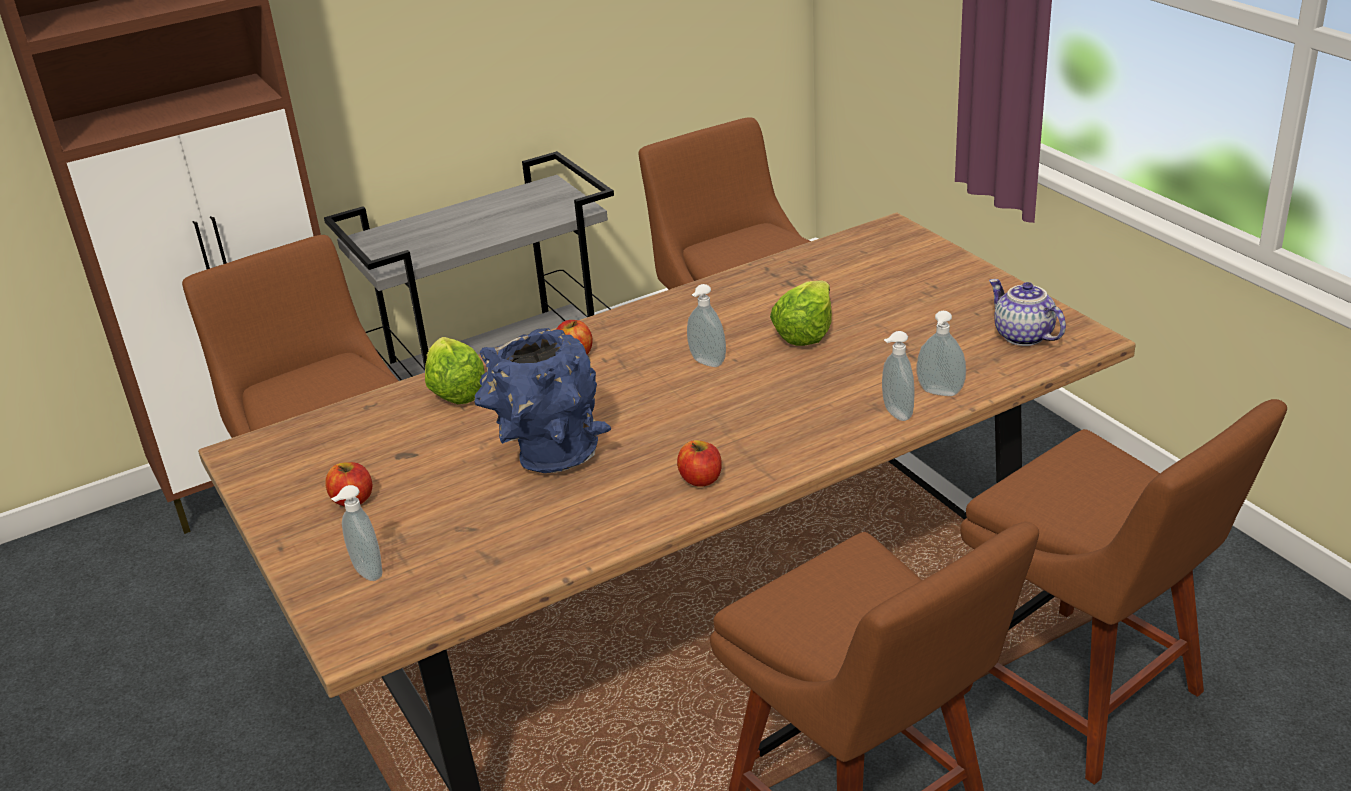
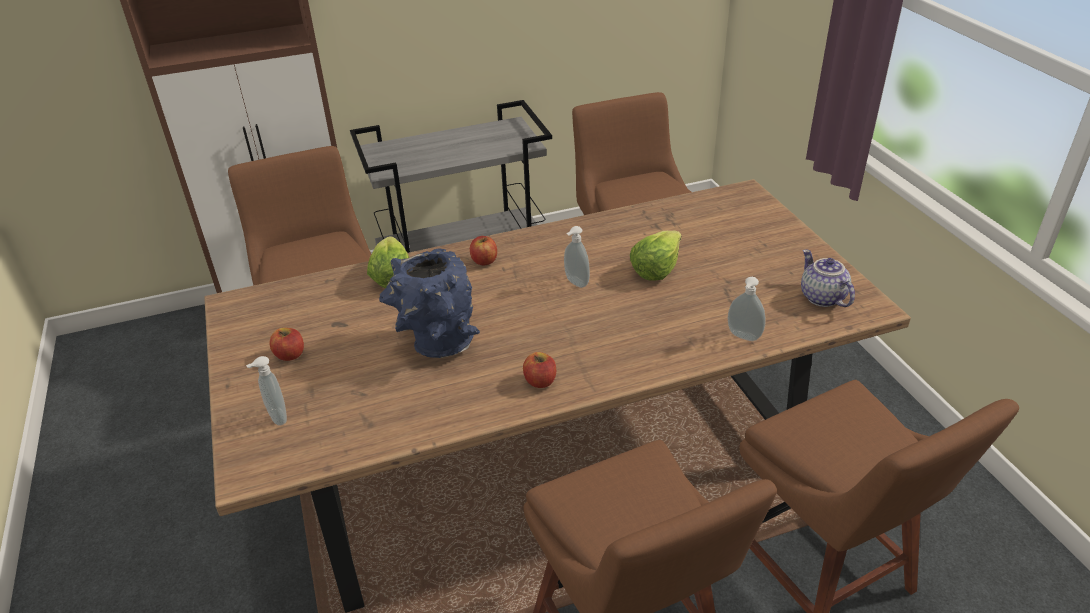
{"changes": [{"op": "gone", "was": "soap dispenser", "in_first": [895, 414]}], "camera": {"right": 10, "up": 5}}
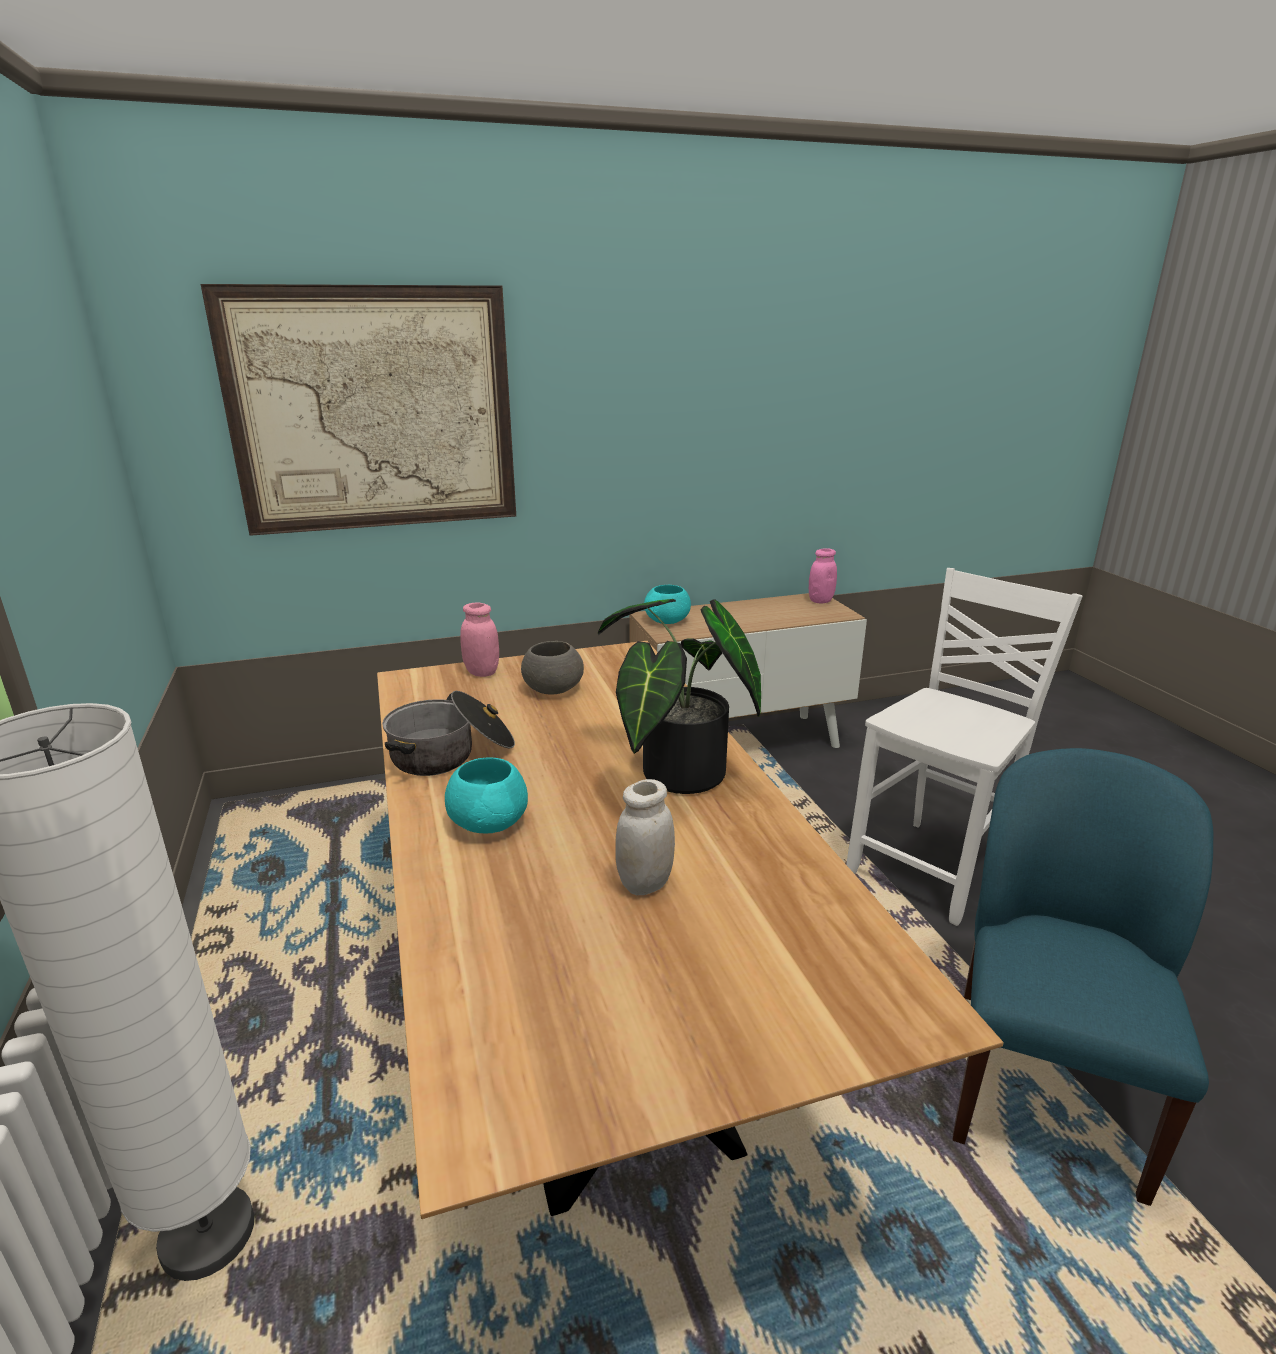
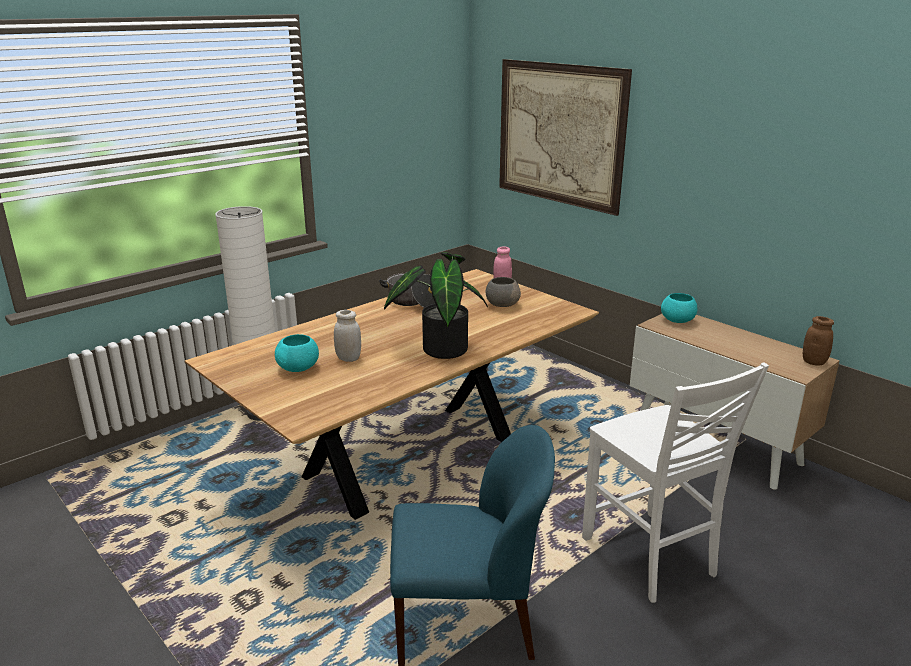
{"changes": [{"op": "shifted", "was": "turquoise bowl", "in_first": [489, 822], "in_second": [299, 368]}, {"op": "repainted", "was": "pink jar", "now": "brown jar", "in_first": [820, 600], "in_second": [814, 362]}, {"op": "rotated", "was": "white chair", "in_first": [933, 867], "in_second": [650, 557], "clockwise": 45}], "camera": {"right": 65, "up": 0}}
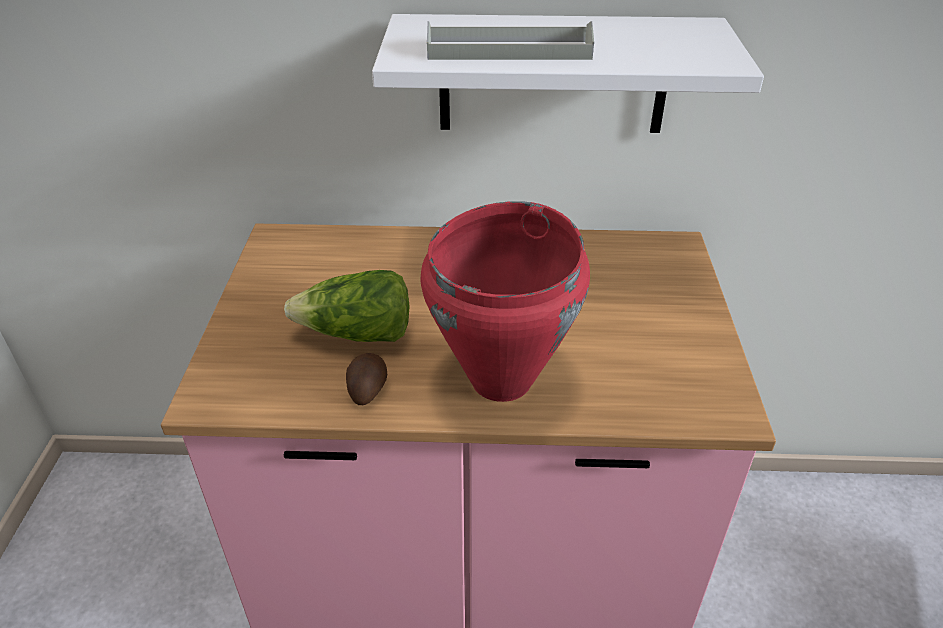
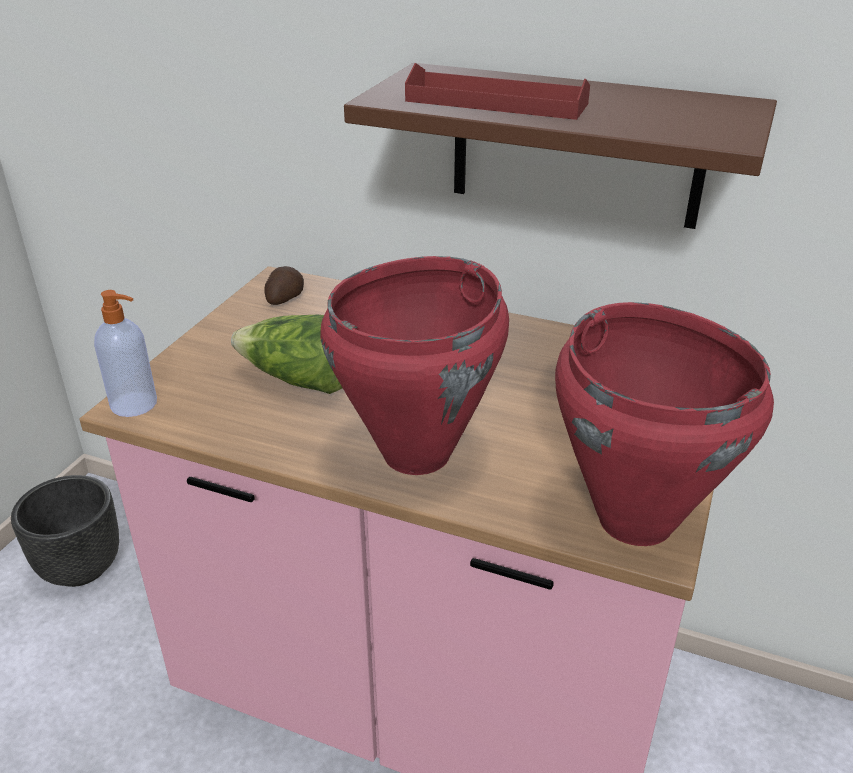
{"changes": [{"op": "new", "now": "black planter", "in_second": [81, 567]}, {"op": "new", "now": "soap dispenser", "in_second": [135, 404]}, {"op": "new", "now": "red cooking pot", "in_second": [635, 519]}, {"op": "shifted", "was": "potato", "in_first": [367, 389], "in_second": [284, 298]}, {"op": "repainted", "was": "white shelf", "now": "brown shelf", "in_first": [553, 75], "in_second": [576, 146]}, {"op": "repainted", "was": "grey tray", "now": "red tray", "in_first": [508, 50], "in_second": [496, 102]}], "camera": {"right": 20, "up": -5}}
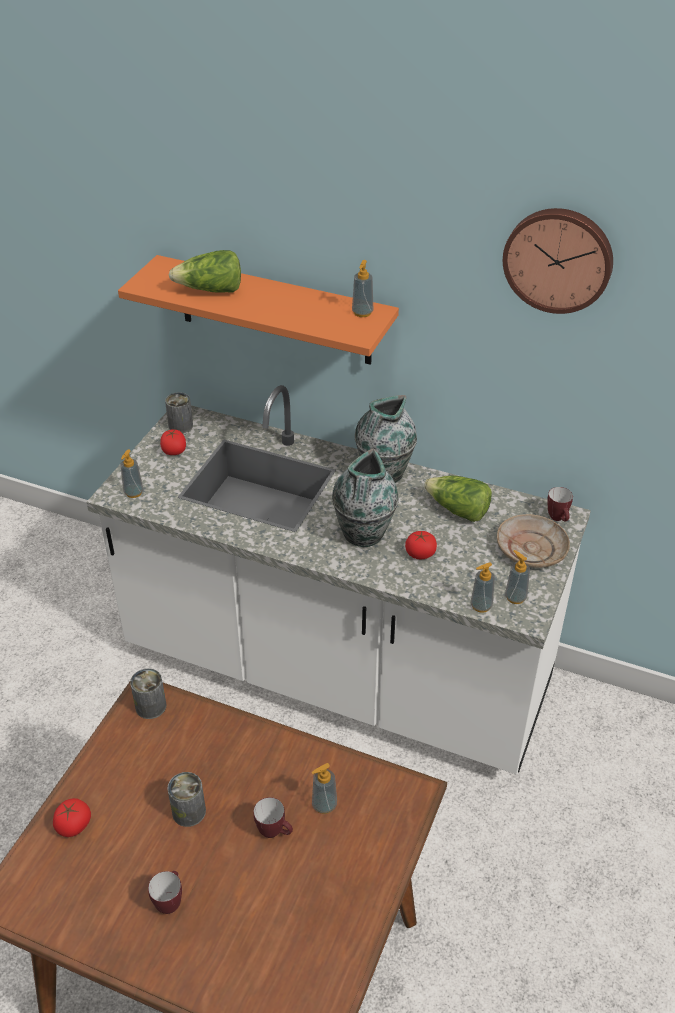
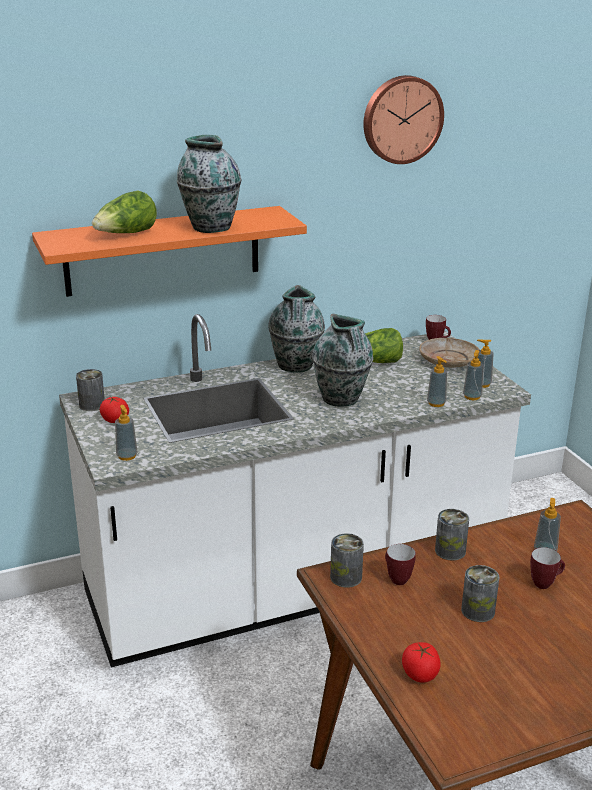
{"changes": [{"op": "gone", "was": "tomato", "in_first": [420, 554]}, {"op": "new", "now": "vase", "in_second": [210, 227]}, {"op": "new", "now": "can", "in_second": [450, 551]}, {"op": "shifted", "was": "mug", "in_first": [170, 901], "in_second": [396, 578]}, {"op": "shifted", "was": "soap dispenser", "in_first": [362, 312], "in_second": [436, 403]}], "camera": {"right": -45, "up": -15}}
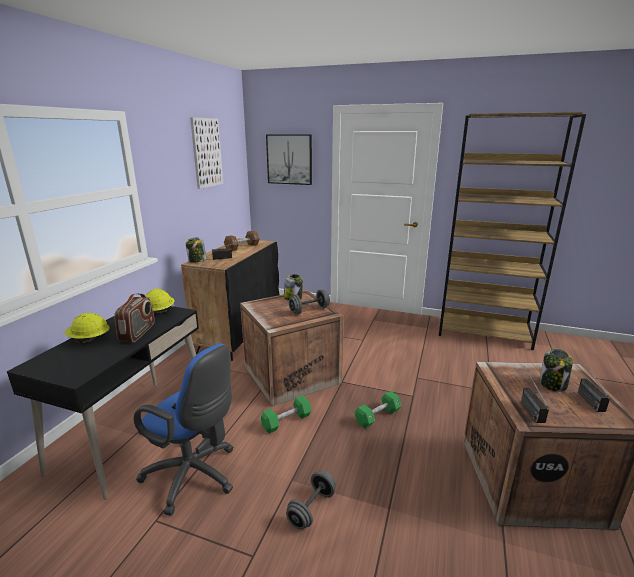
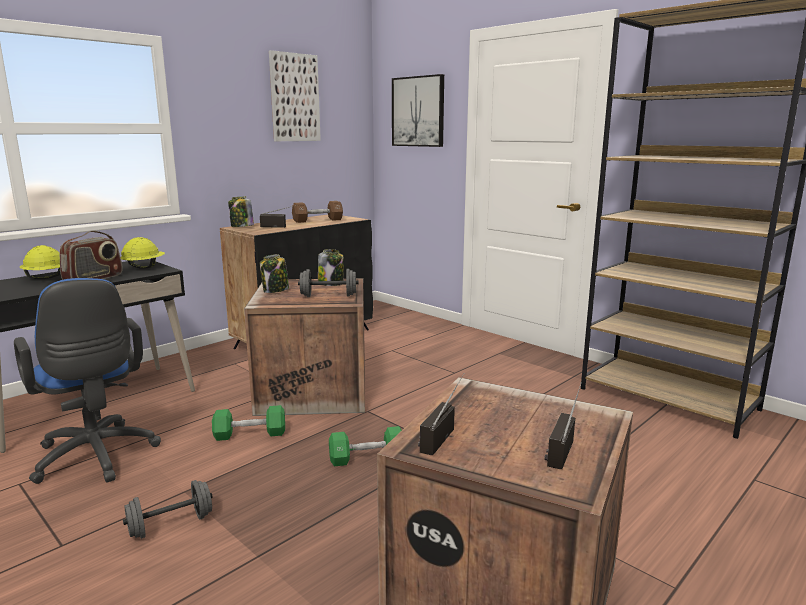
{"changes": [{"op": "shifted", "was": "jar", "in_first": [553, 384], "in_second": [275, 290]}], "camera": {"right": 25, "up": -5}}
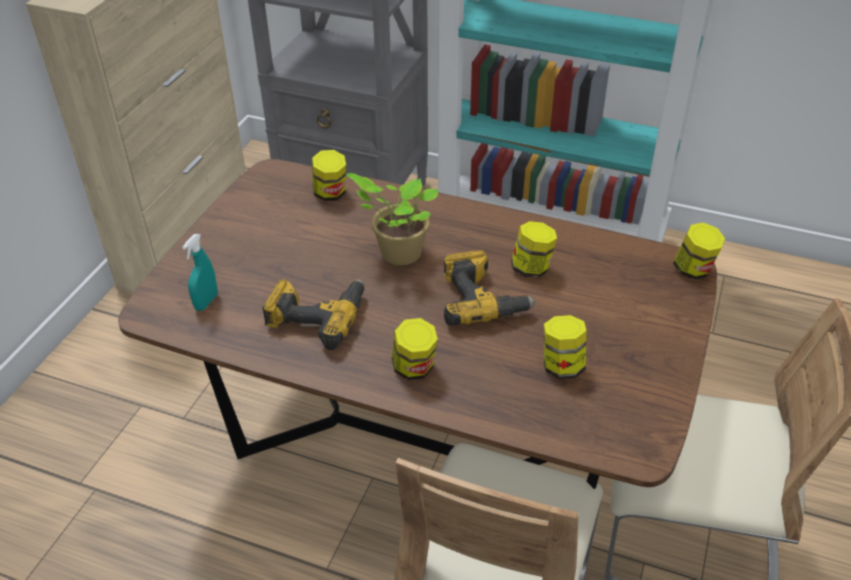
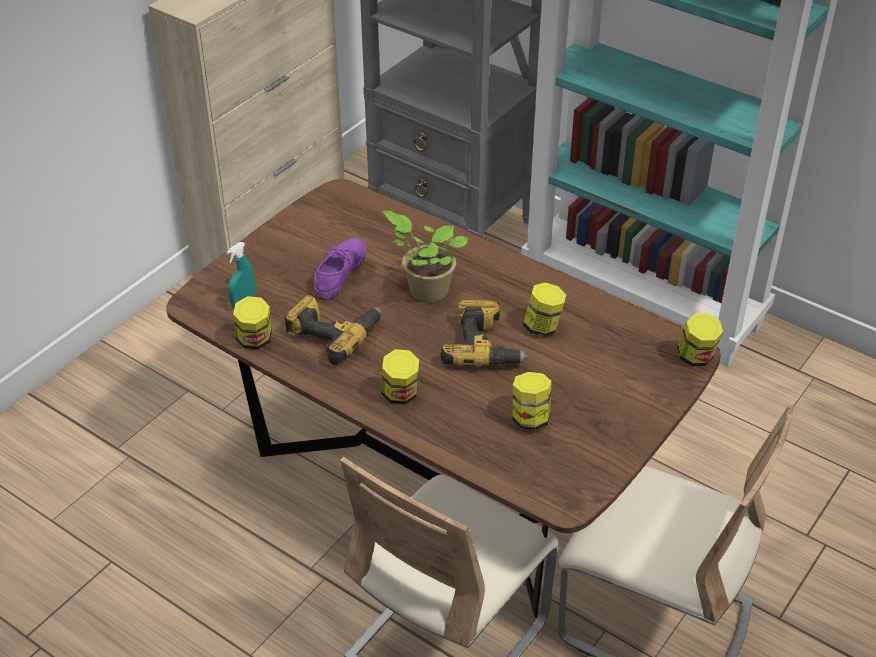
{"changes": [{"op": "new", "now": "purple shoe", "in_second": [339, 271]}, {"op": "shifted", "was": "jar", "in_first": [330, 194], "in_second": [254, 340]}], "camera": {"right": 15, "up": 0}}
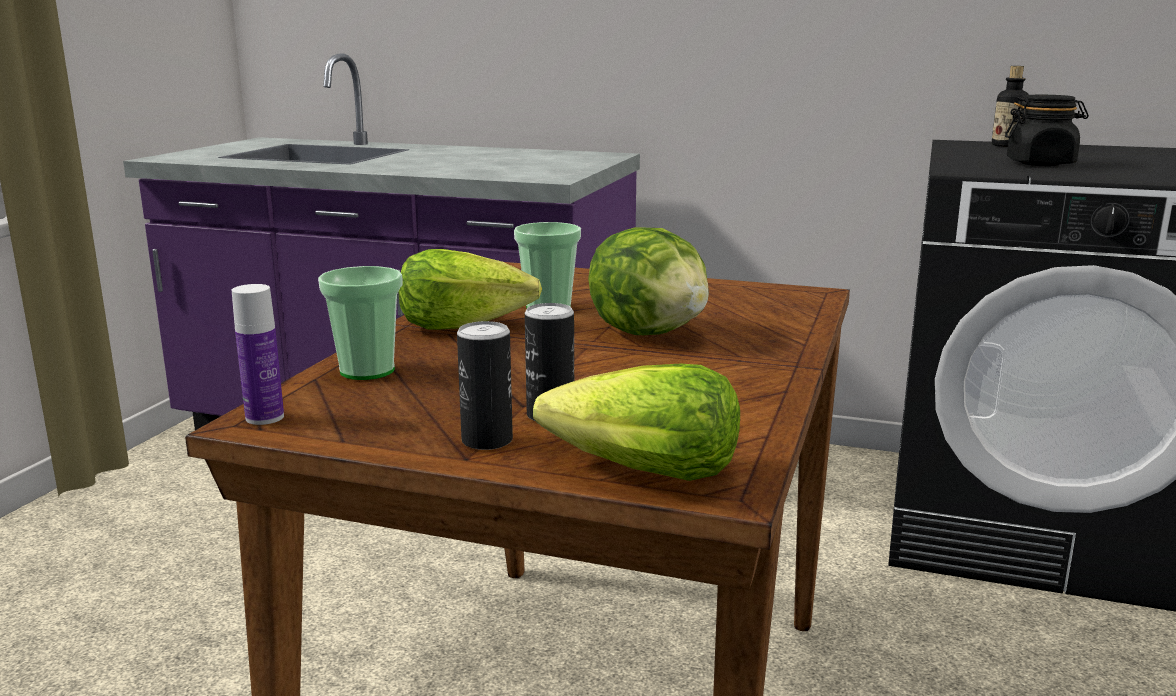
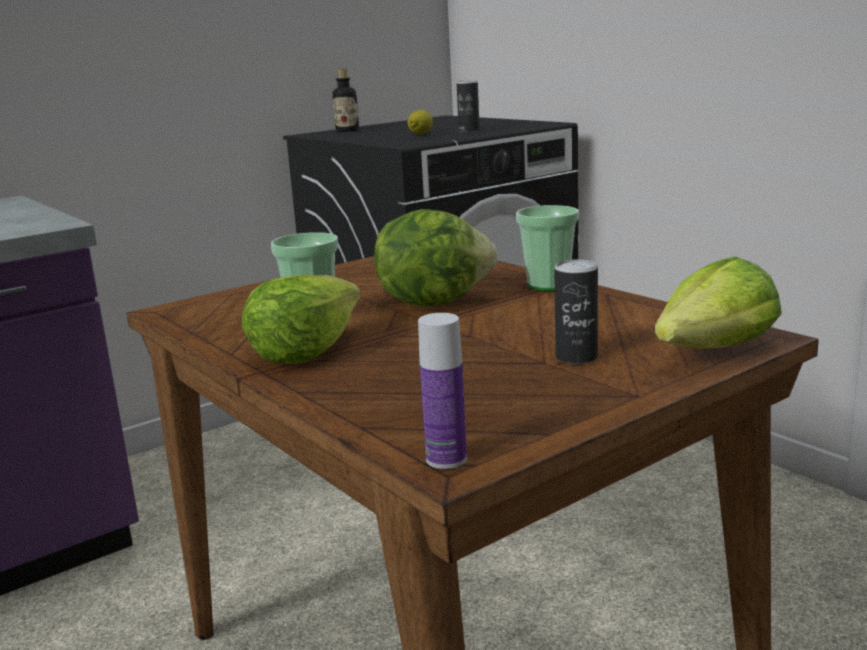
{"changes": [{"op": "shifted", "was": "cup", "in_first": [367, 370], "in_second": [548, 285]}, {"op": "shifted", "was": "can", "in_first": [487, 440], "in_second": [469, 131]}, {"op": "swapped", "was": "black jar", "now": "lemon", "in_first": [1040, 163], "in_second": [420, 134]}], "camera": {"right": -55, "up": 0}}
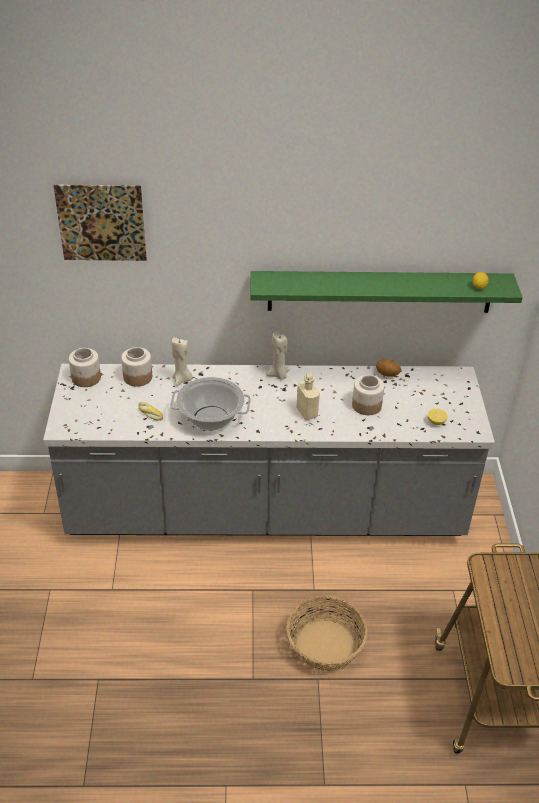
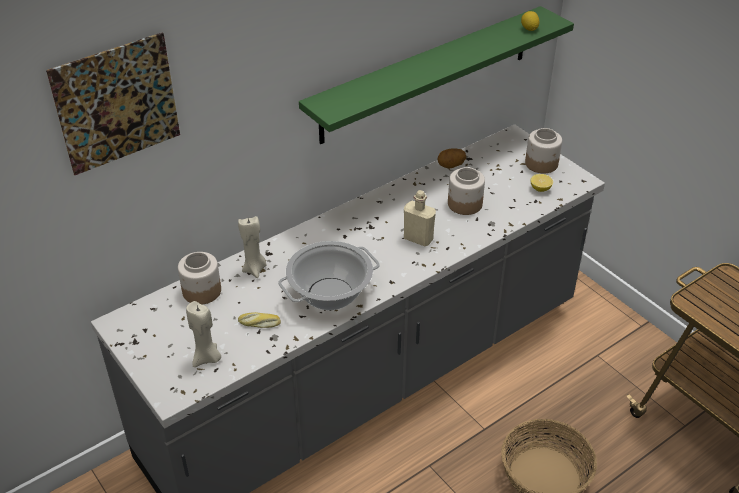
{"changes": [{"op": "shifted", "was": "jar", "in_first": [86, 378], "in_second": [542, 164]}, {"op": "shifted", "was": "beige candle", "in_first": [278, 375], "in_second": [207, 358]}], "camera": {"right": -35, "up": 0}}
